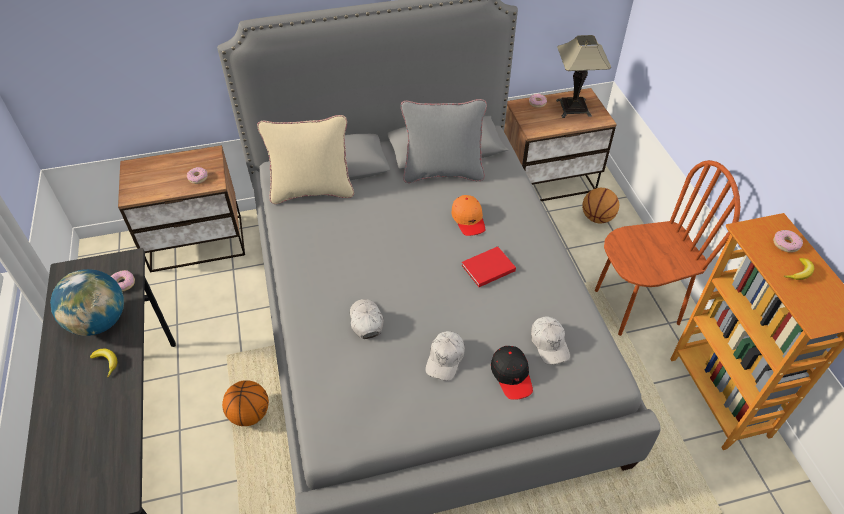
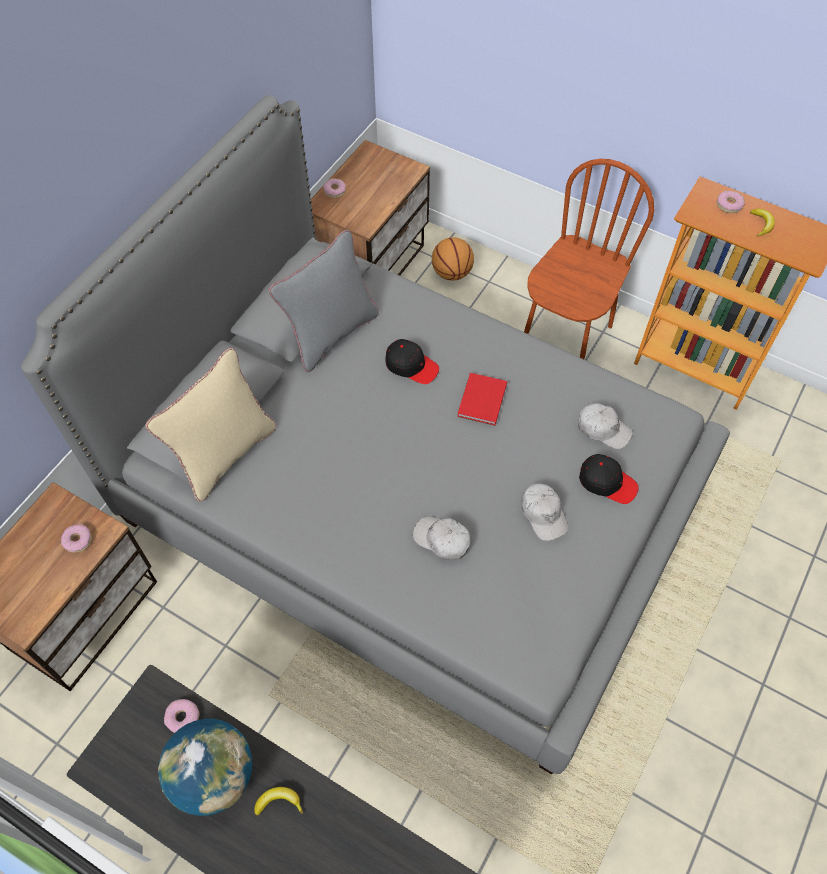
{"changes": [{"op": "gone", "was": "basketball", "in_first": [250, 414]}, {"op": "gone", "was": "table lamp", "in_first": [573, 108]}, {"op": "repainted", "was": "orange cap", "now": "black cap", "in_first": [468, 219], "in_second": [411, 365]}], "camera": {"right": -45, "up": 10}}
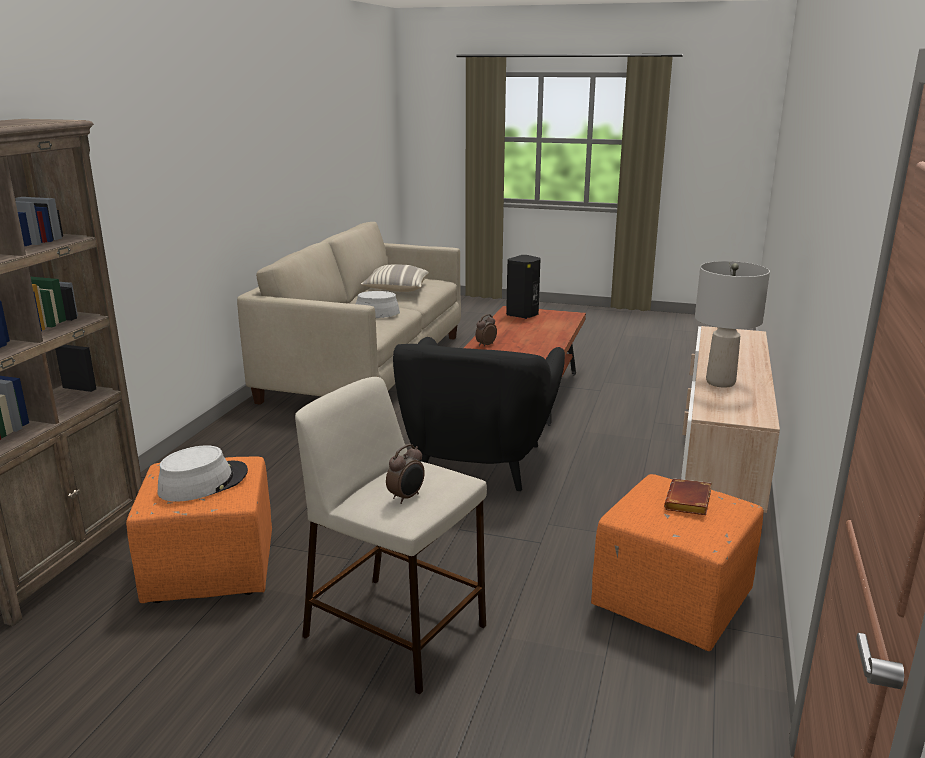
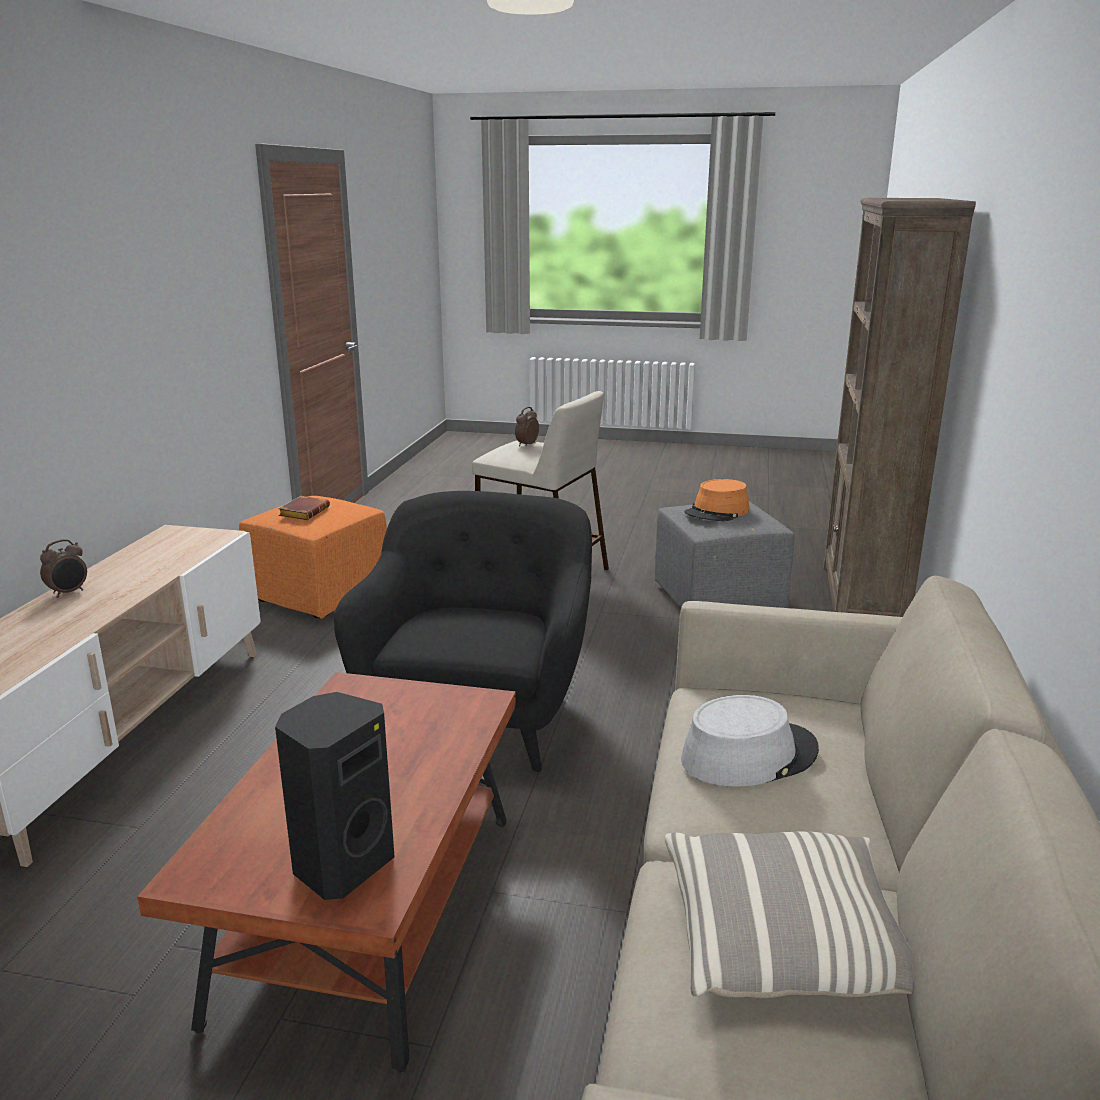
{"changes": [{"op": "gone", "was": "grey table lamp", "in_first": [721, 382]}, {"op": "shifted", "was": "alarm clock", "in_first": [485, 345], "in_second": [69, 593]}, {"op": "repainted", "was": "orange ottoman", "now": "grey ottoman", "in_first": [210, 569], "in_second": [719, 600]}, {"op": "repainted", "was": "grey hat", "now": "orange hat", "in_first": [203, 482], "in_second": [717, 512]}], "camera": {"right": 175, "up": 0}}
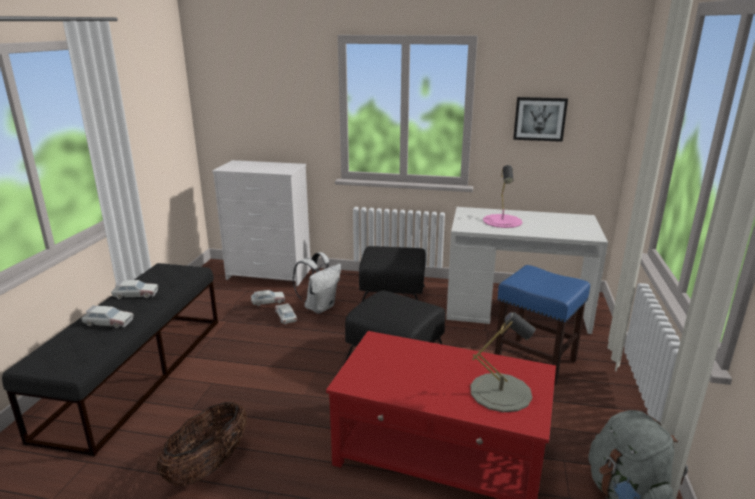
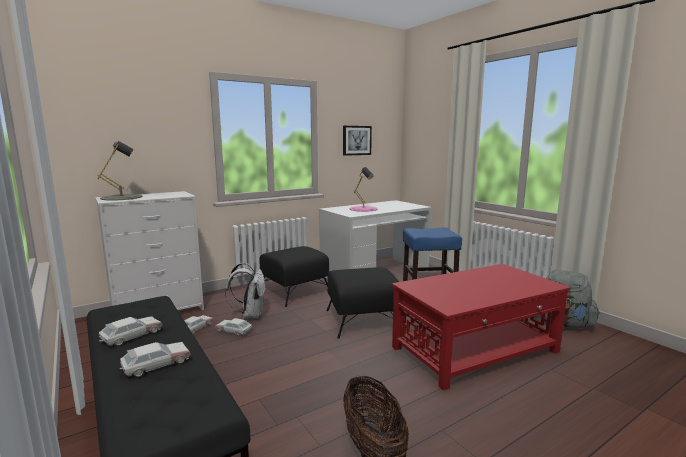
{"changes": [{"op": "shifted", "was": "grey table lamp", "in_first": [500, 392], "in_second": [121, 197]}], "camera": {"right": -45, "up": -10}}
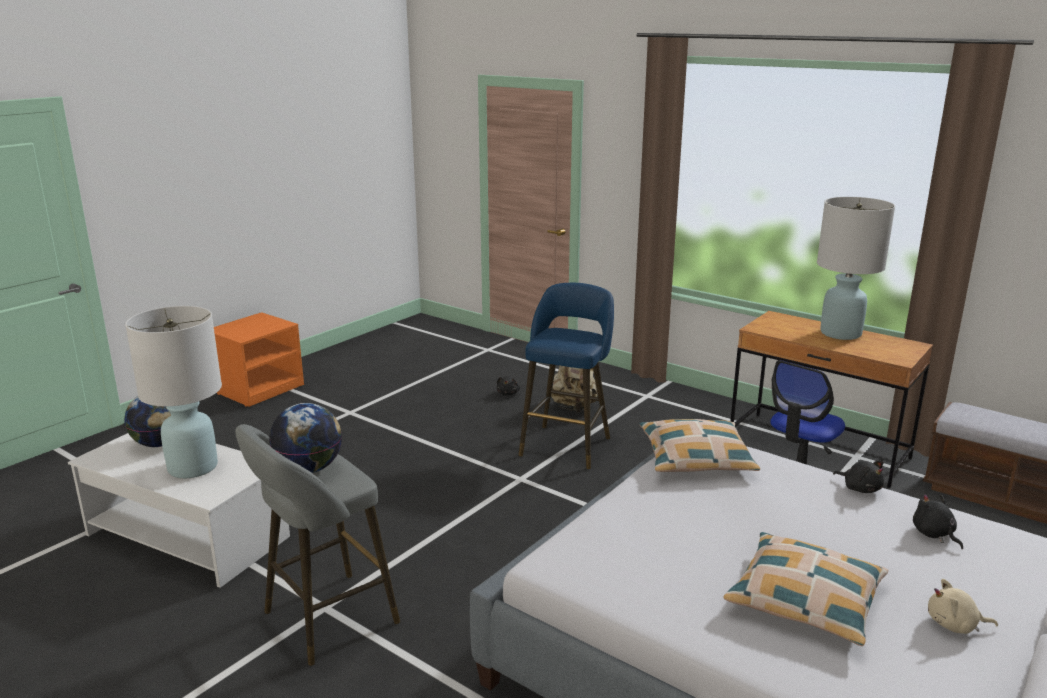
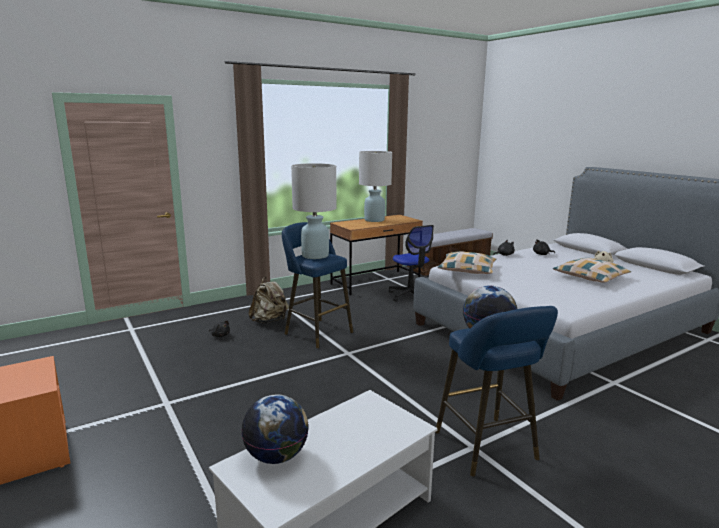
{"changes": [{"op": "shifted", "was": "white table lamp", "in_first": [193, 467], "in_second": [315, 255]}, {"op": "repainted", "was": "grey stool", "now": "blue stool", "in_first": [324, 620], "in_second": [488, 449]}], "camera": {"right": -70, "up": -5}}
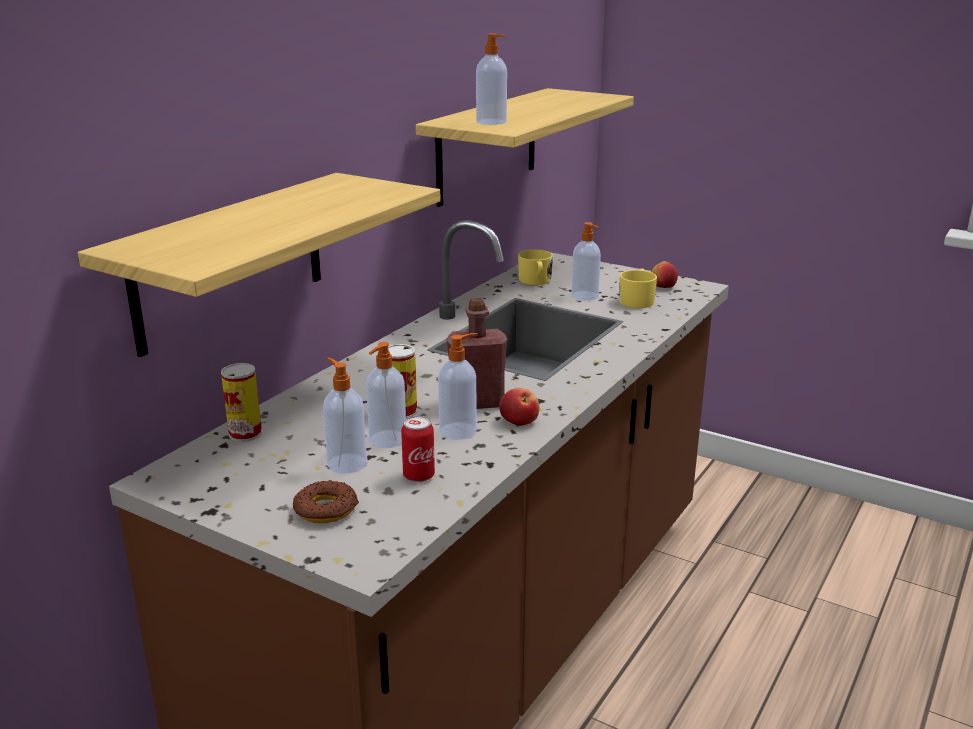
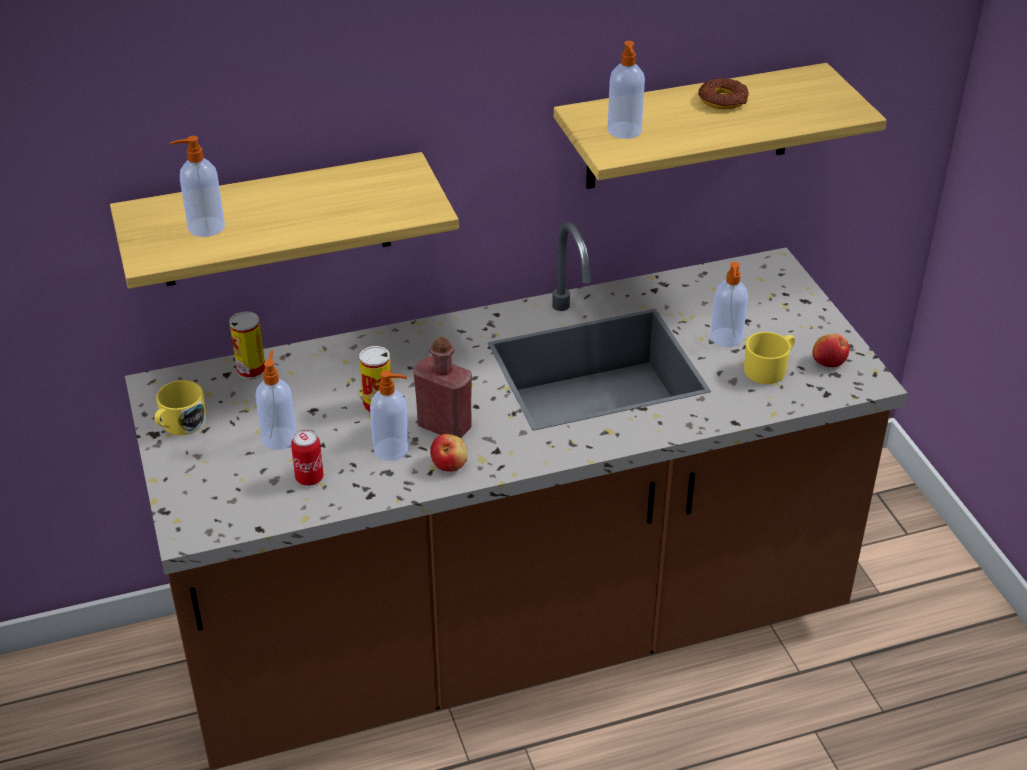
{"changes": [{"op": "shifted", "was": "donut", "in_first": [326, 509], "in_second": [723, 100]}, {"op": "shifted", "was": "soap dispenser", "in_first": [387, 440], "in_second": [204, 227]}, {"op": "shifted", "was": "yellow mug", "in_first": [535, 281], "in_second": [180, 425]}], "camera": {"right": 40, "up": 15}}
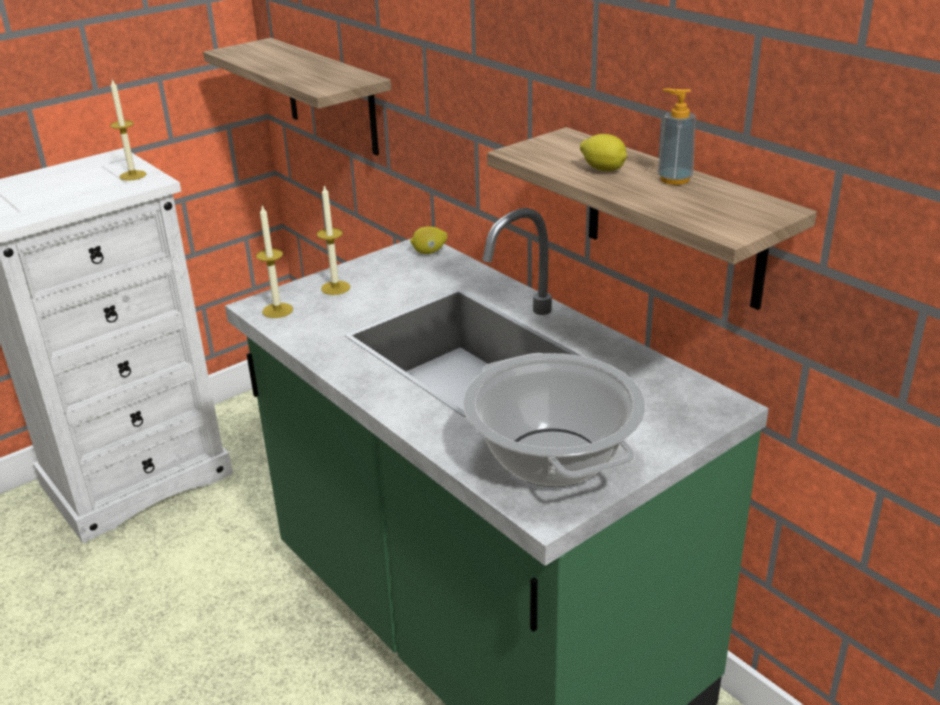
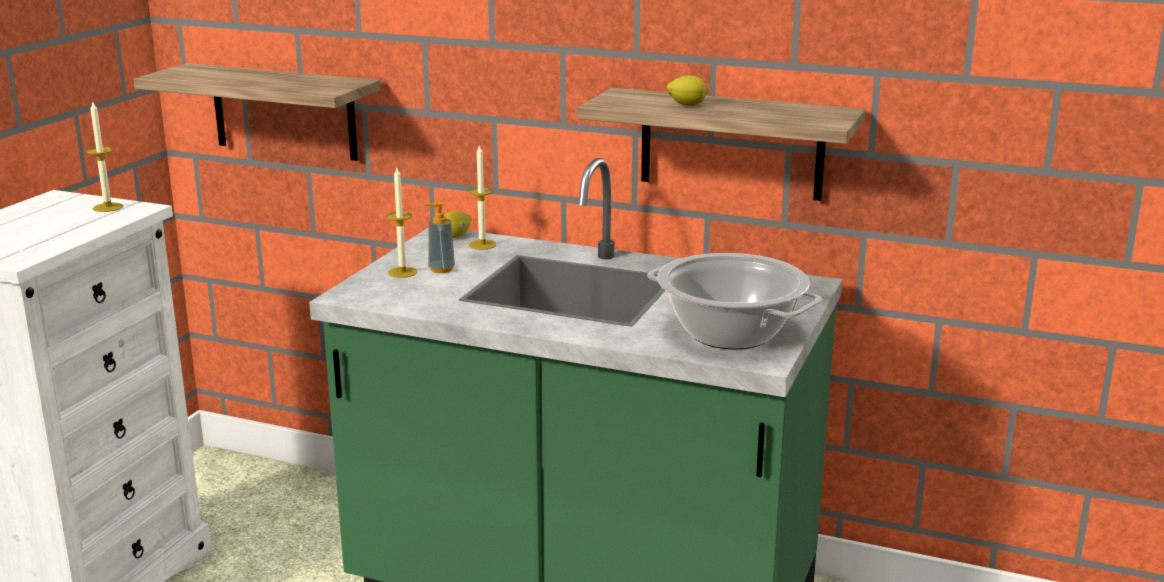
{"changes": [{"op": "shifted", "was": "candle", "in_first": [277, 310], "in_second": [482, 245]}, {"op": "shifted", "was": "soap dispenser", "in_first": [674, 179], "in_second": [441, 269]}], "camera": {"right": -30, "up": -10}}
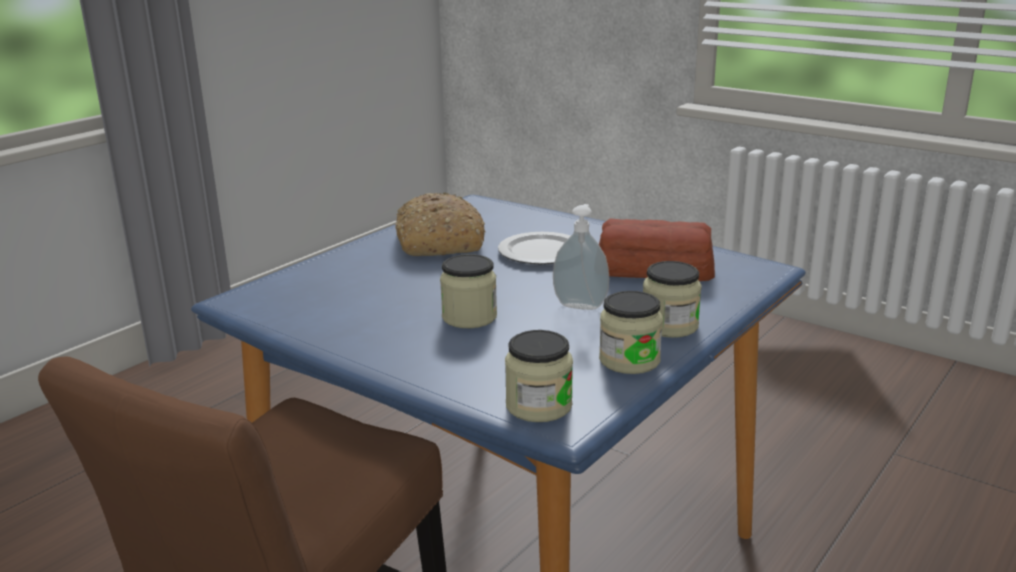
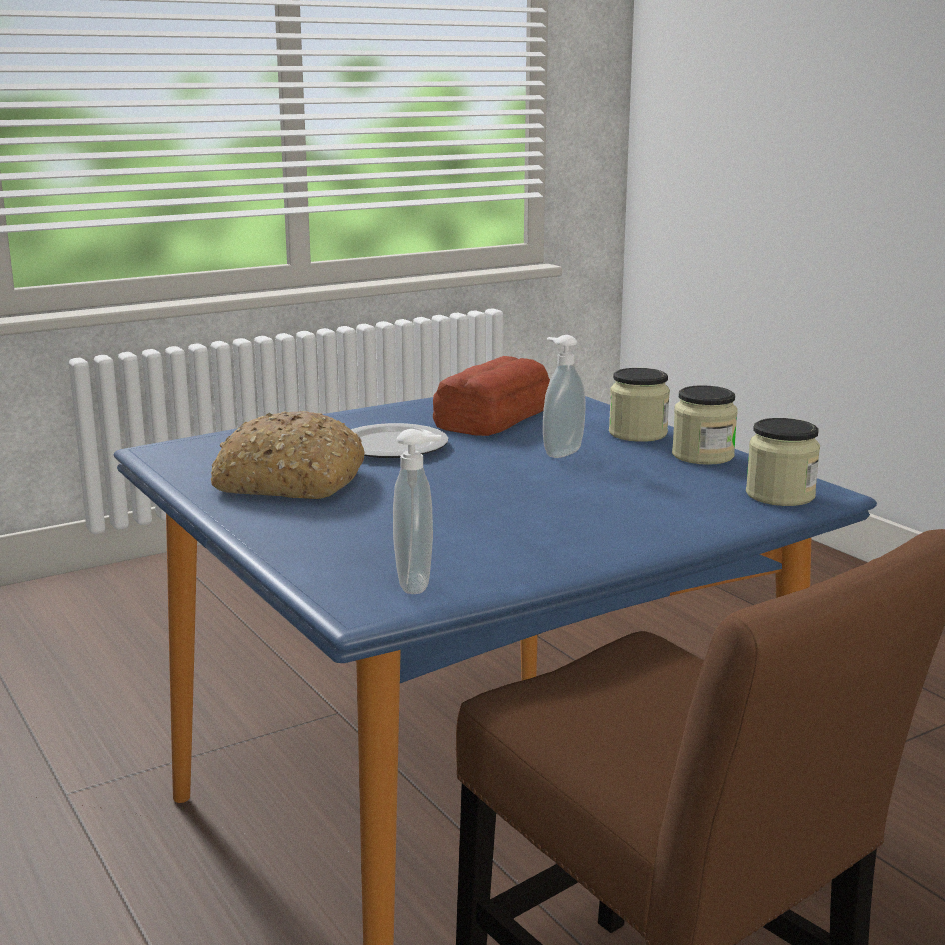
{"changes": [{"op": "gone", "was": "jar", "in_first": [469, 317]}, {"op": "new", "now": "soap dispenser", "in_second": [418, 584]}], "camera": {"right": -70, "up": -5}}
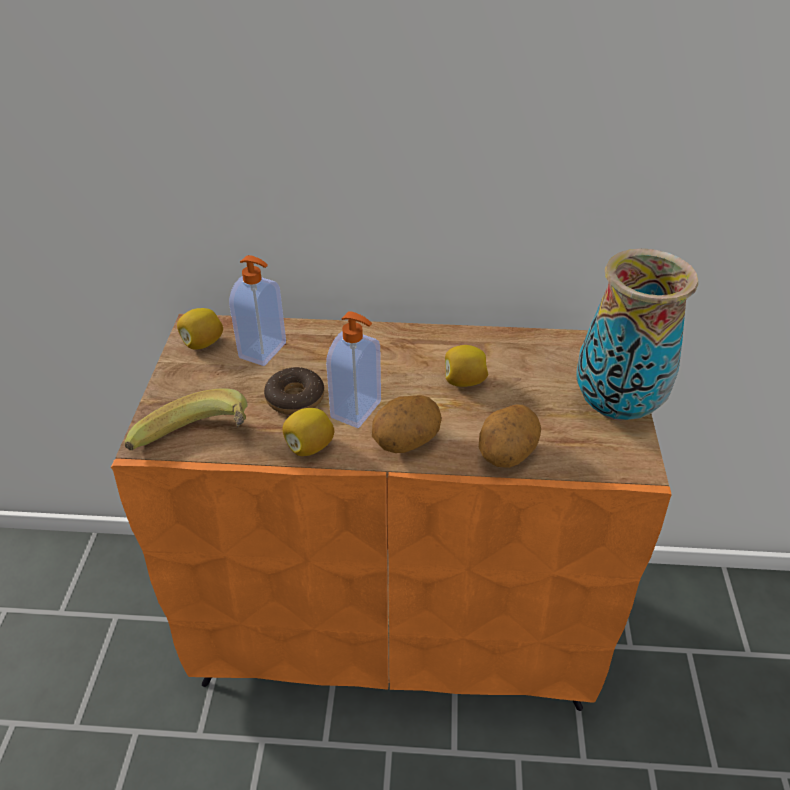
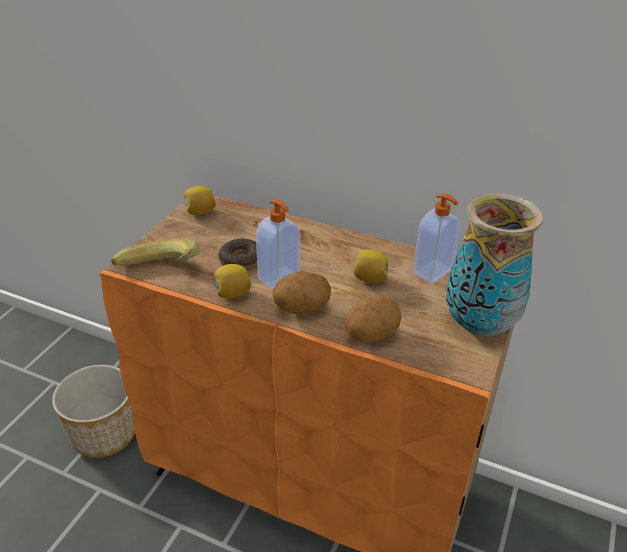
{"changes": [{"op": "new", "now": "planter", "in_second": [104, 434]}, {"op": "shifted", "was": "soap dispenser", "in_first": [264, 351], "in_second": [433, 272]}], "camera": {"right": 20, "up": -5}}
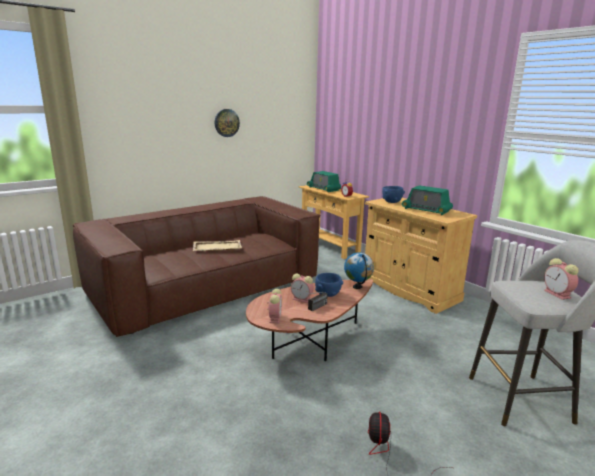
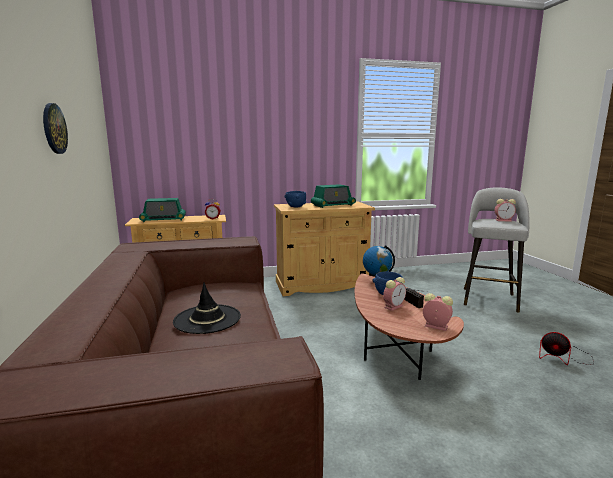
{"changes": [{"op": "swapped", "was": "beige tray", "now": "black hat", "in_first": [216, 247], "in_second": [207, 319]}], "camera": {"right": -65, "up": -5}}
